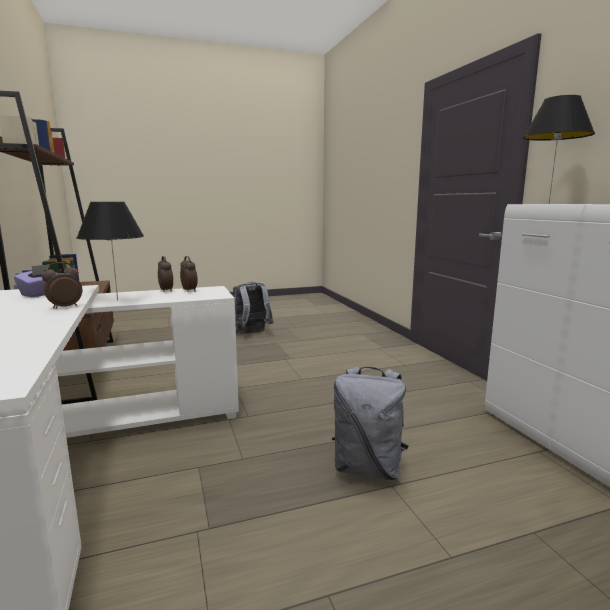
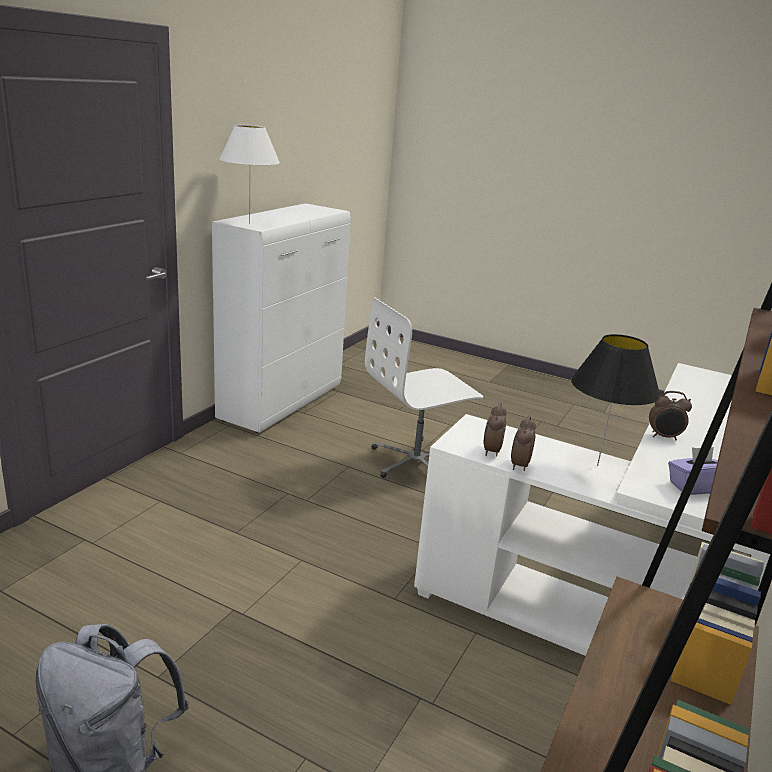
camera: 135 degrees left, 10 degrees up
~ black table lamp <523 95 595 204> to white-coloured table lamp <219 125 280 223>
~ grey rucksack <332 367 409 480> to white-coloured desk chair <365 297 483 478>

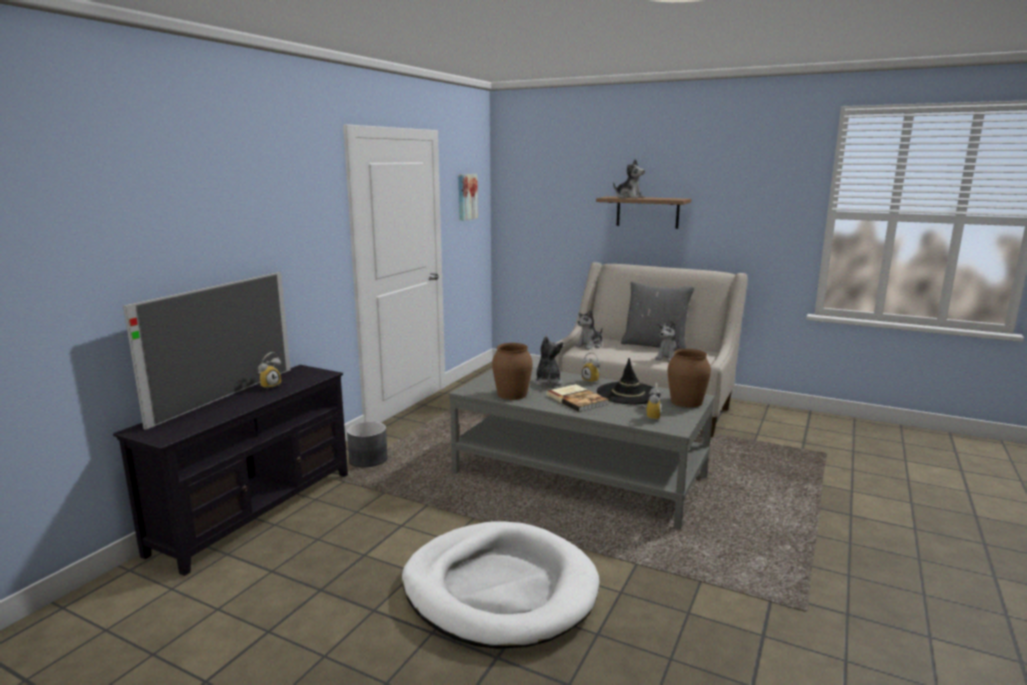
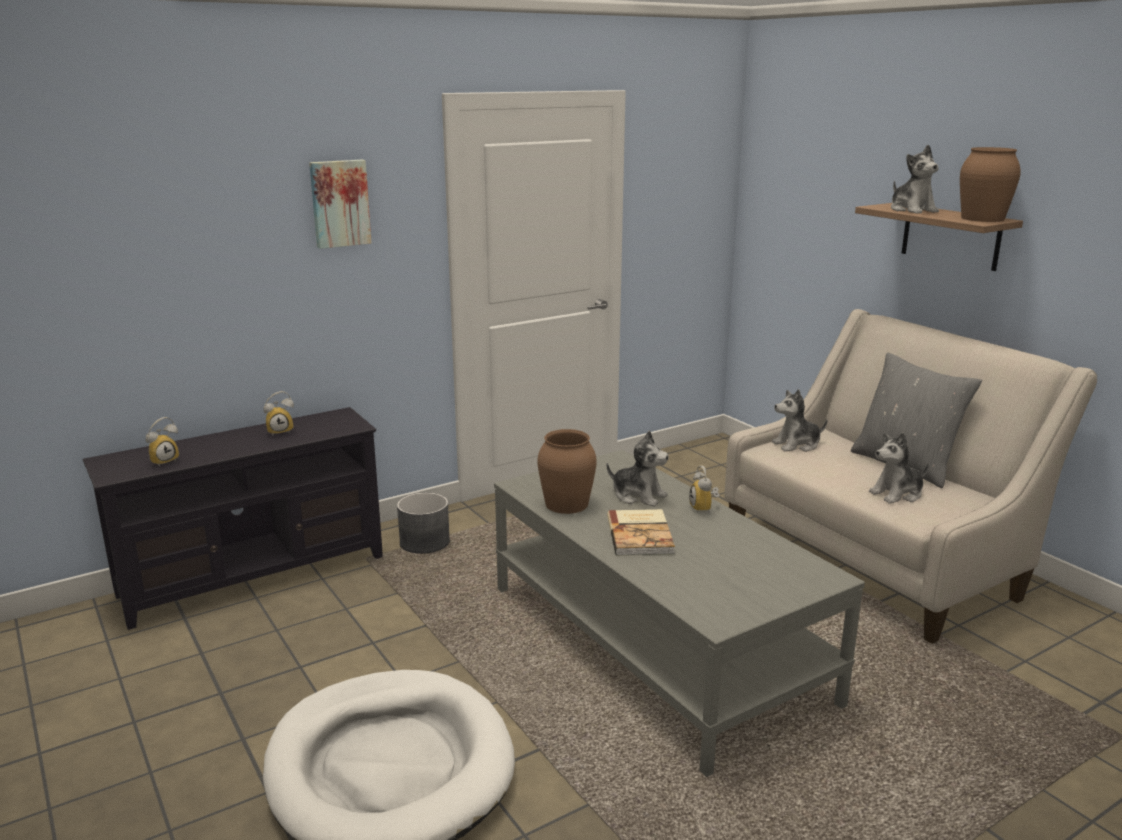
camera: 30 degrees right, 5 degrees up
~ wall art <458 174 478 221> to <309 160 372 249>
- TV <123 272 291 430>
~ plush toy <533 336 564 386> = <607 431 669 507> 90 degrees clockwise
~ brown flower vase <668 349 711 408> to <960 147 1021 222>
- black wearable hat <597 358 661 404>
~ bedside clock <639 383 662 421> to <146 417 179 467>

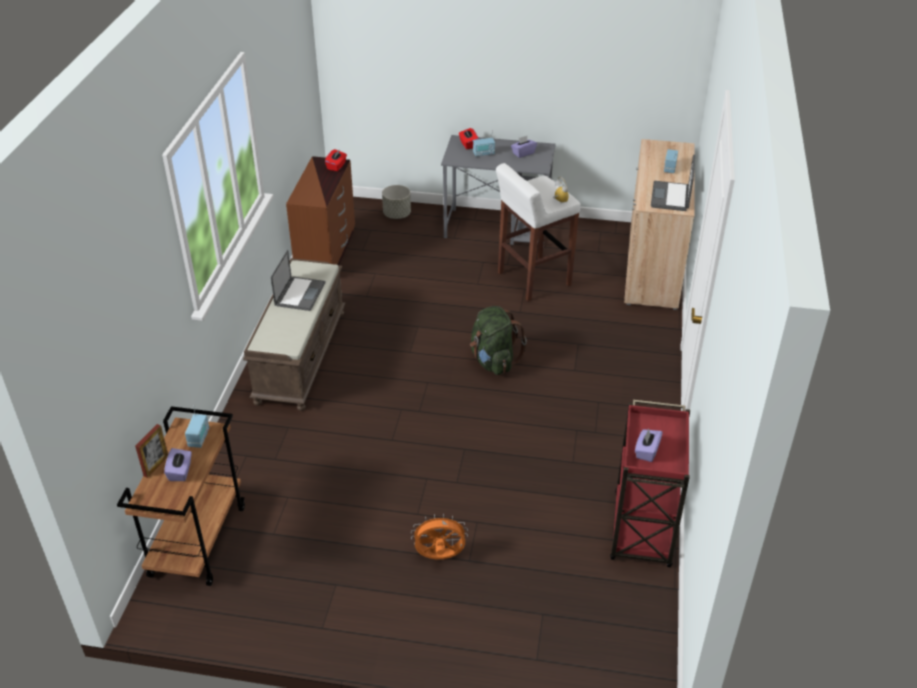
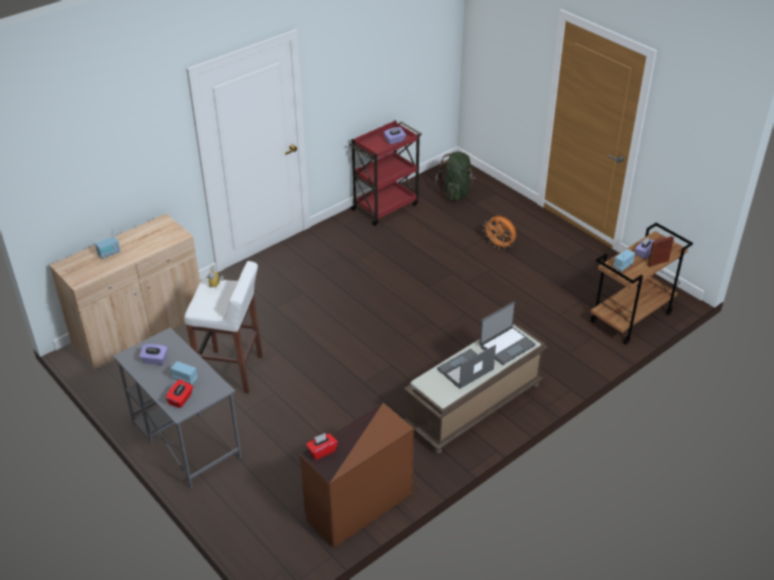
camera: 140 degrees left, 0 degrees up
~ portable computer <651 154 695 211> to <479 302 536 365>
- grey flower pot <382 185 411 219>
~ greenish rucksack <470 306 527 375> to <435 152 476 201>

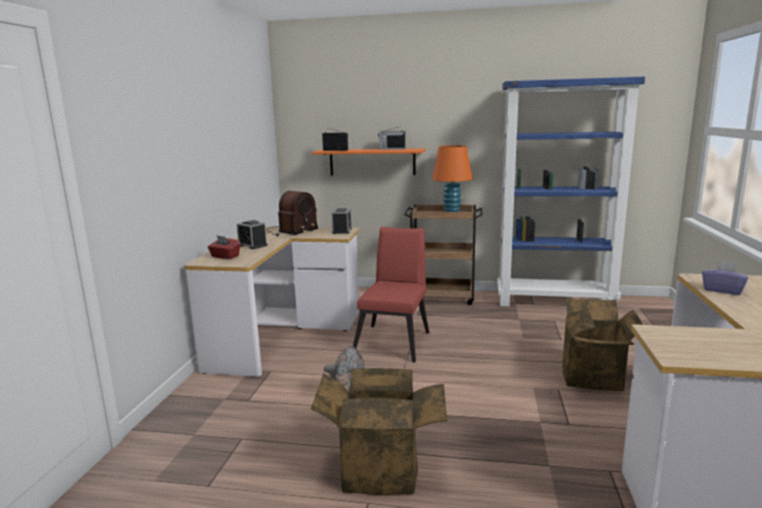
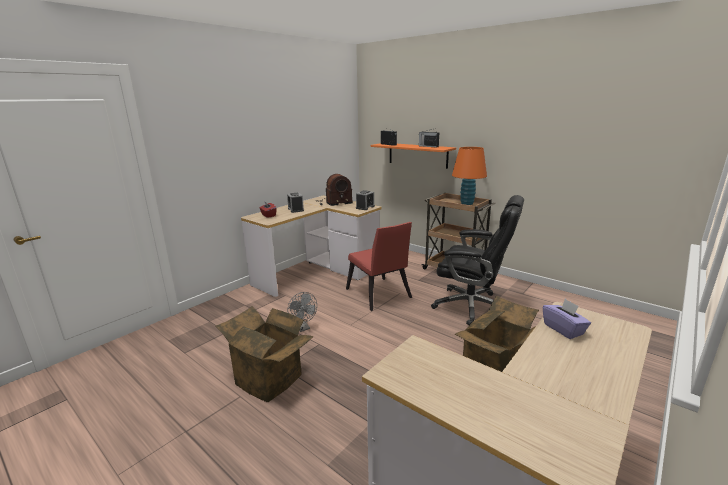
camera: 30 degrees right, 5 degrees up
- blue-coloured shelving unit <497 76 645 306>
~ red-coloured upright chair <352 227 429 363> = <346 222 412 311> 105 degrees clockwise
+ black desk chair <431 195 524 325>

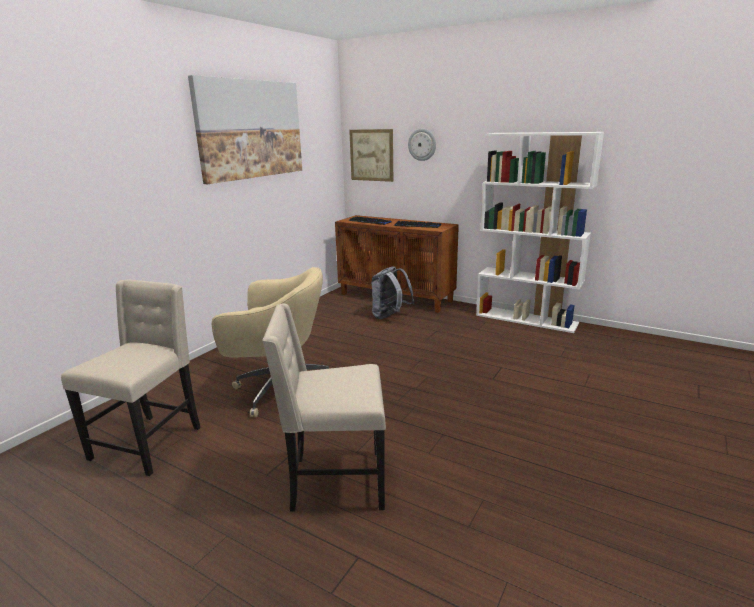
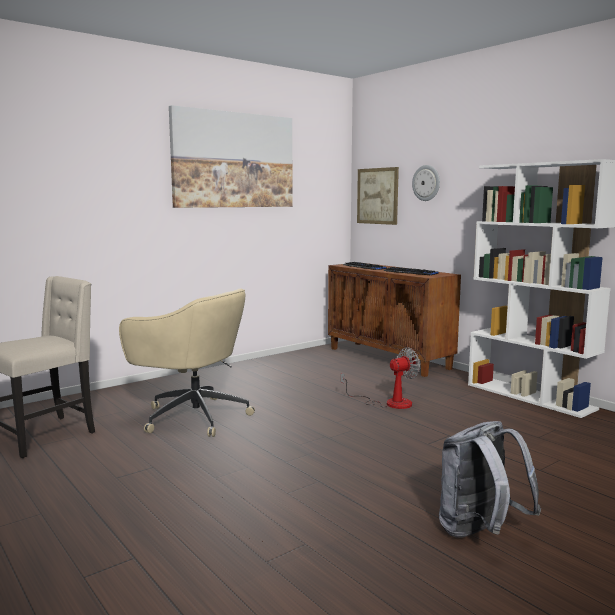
camera: 20 degrees right, 10 degrees down
~ grey rucksack <371 266 415 319> to <439 421 541 538>
- beige upright chair <262 304 386 512>
+ cooling fan <341 347 421 409>

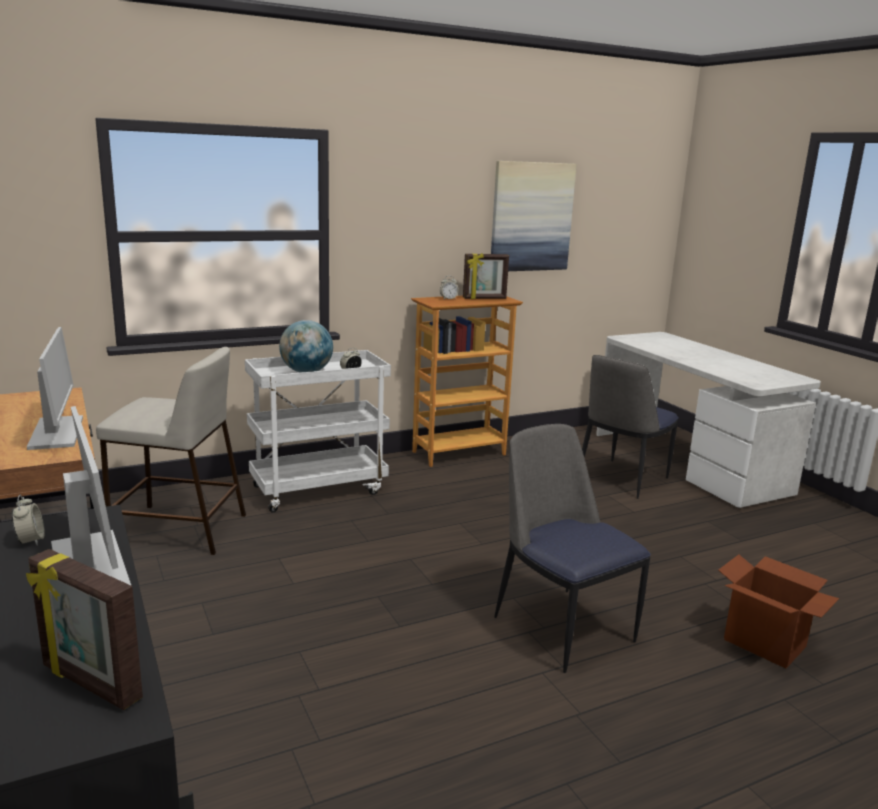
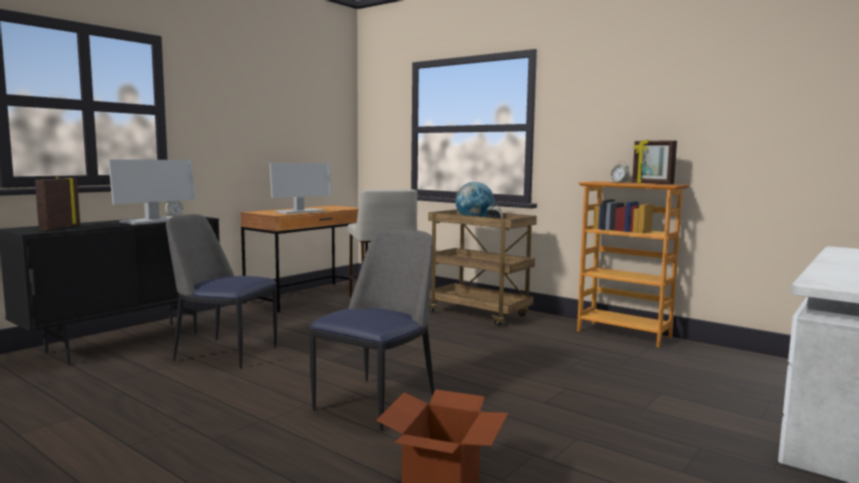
camera: 65 degrees right, 10 degrees down
- wall art <491 161 577 271>
~ white-coloured wheeled cart <245 350 391 512> to brown wheeled cart <429 209 537 326>
~ upright chair <582 355 679 499> to <166 214 277 368>

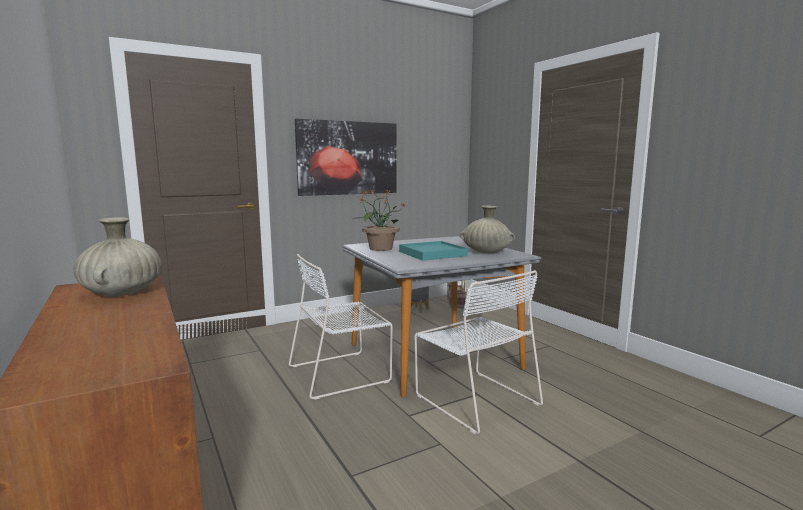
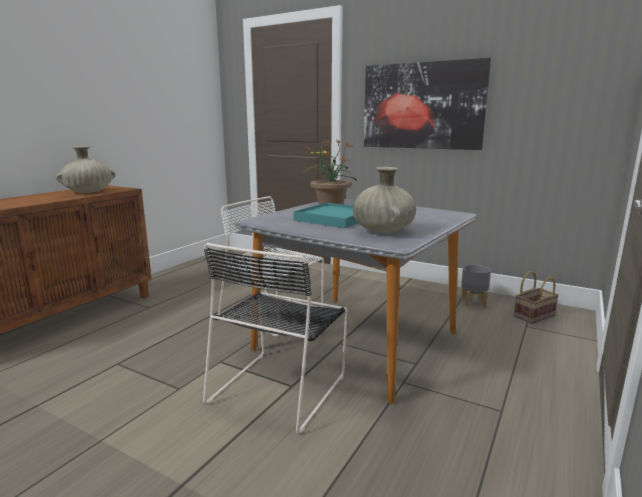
camera: 60 degrees right, 5 degrees up
~ white-coloured upright chair <414 270 543 434> to black upright chair <203 243 348 434>

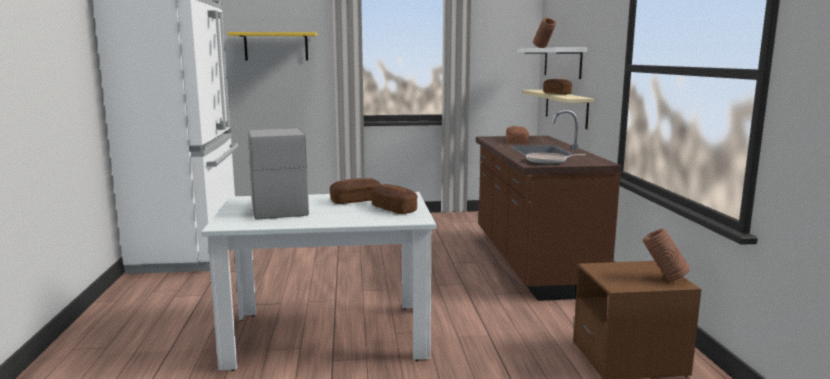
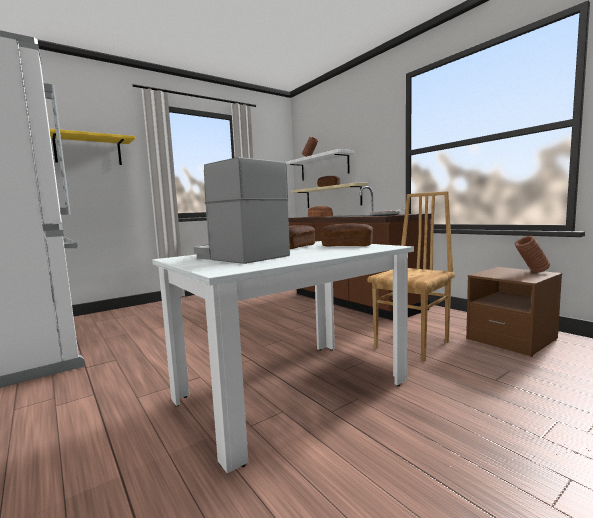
camera: 30 degrees left, 5 degrees down
+ brown upright chair <367 191 455 362>

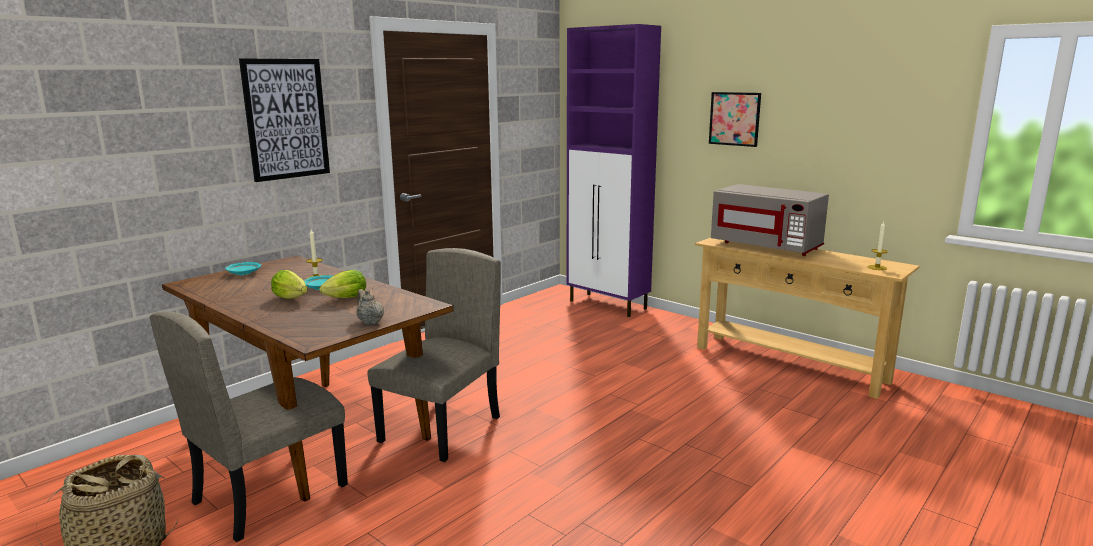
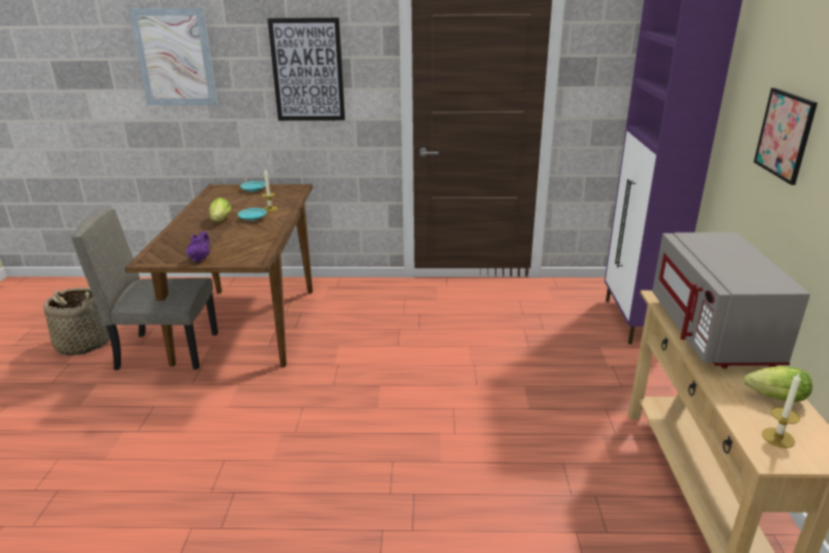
camera: 50 degrees right, 10 degrees up
- beige upright chair <367 248 501 462>
~ lettuce <319 270 366 298> to <744 366 813 402>
~ beige pot for tea <356 289 384 325> to purplish pot for tea <186 231 210 262>
+ wall art <129 8 218 105>

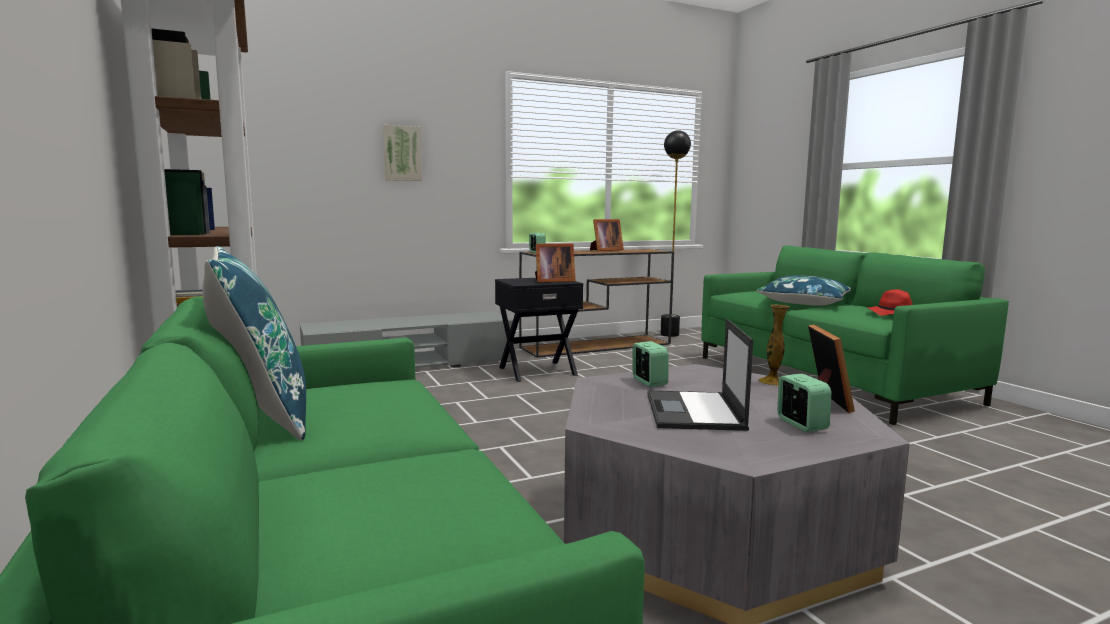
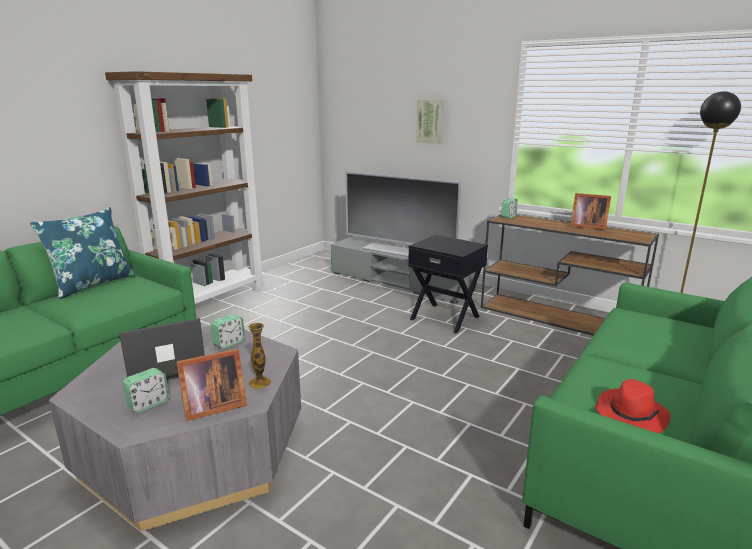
camera: 60 degrees right, 10 degrees up
- picture frame <535 244 576 283>
- blue-coloured throw pillow <756 275 851 306>
+ TV <345 171 461 257>

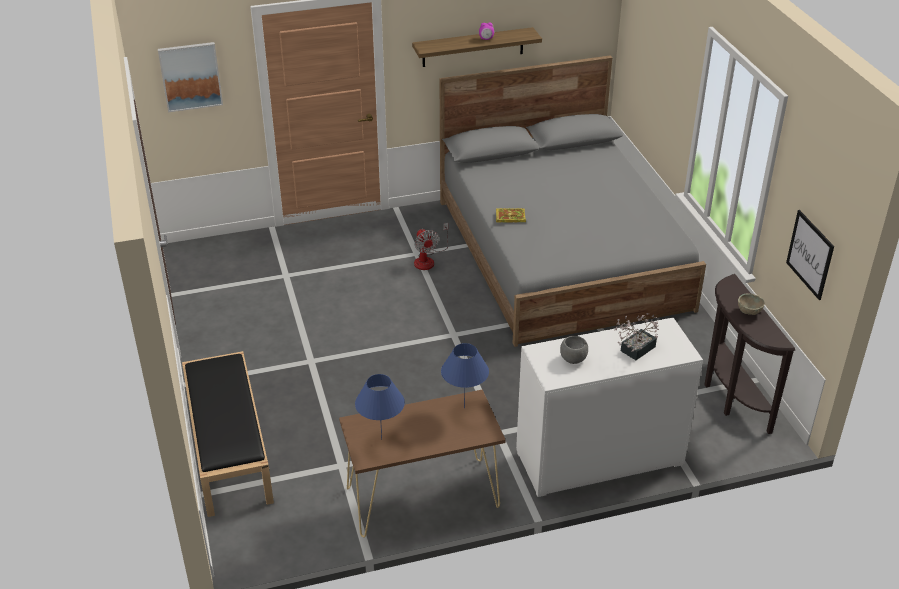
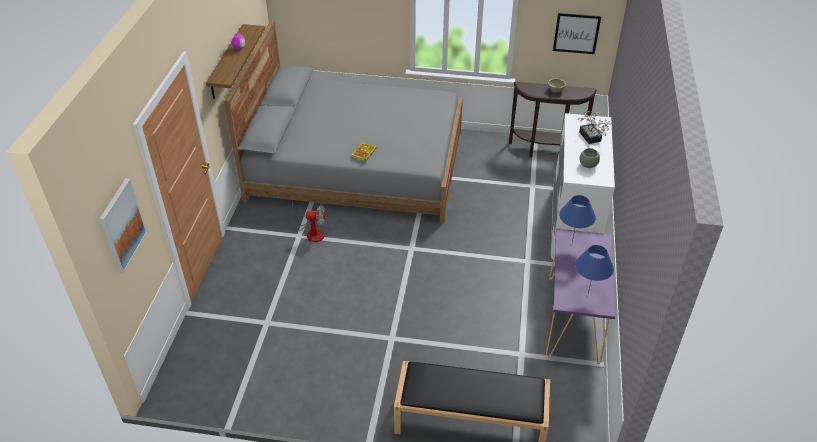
camera: 65 degrees left, 5 degrees up
~ brown hall table <339 389 506 538> to purplish hall table <546 228 615 364>

